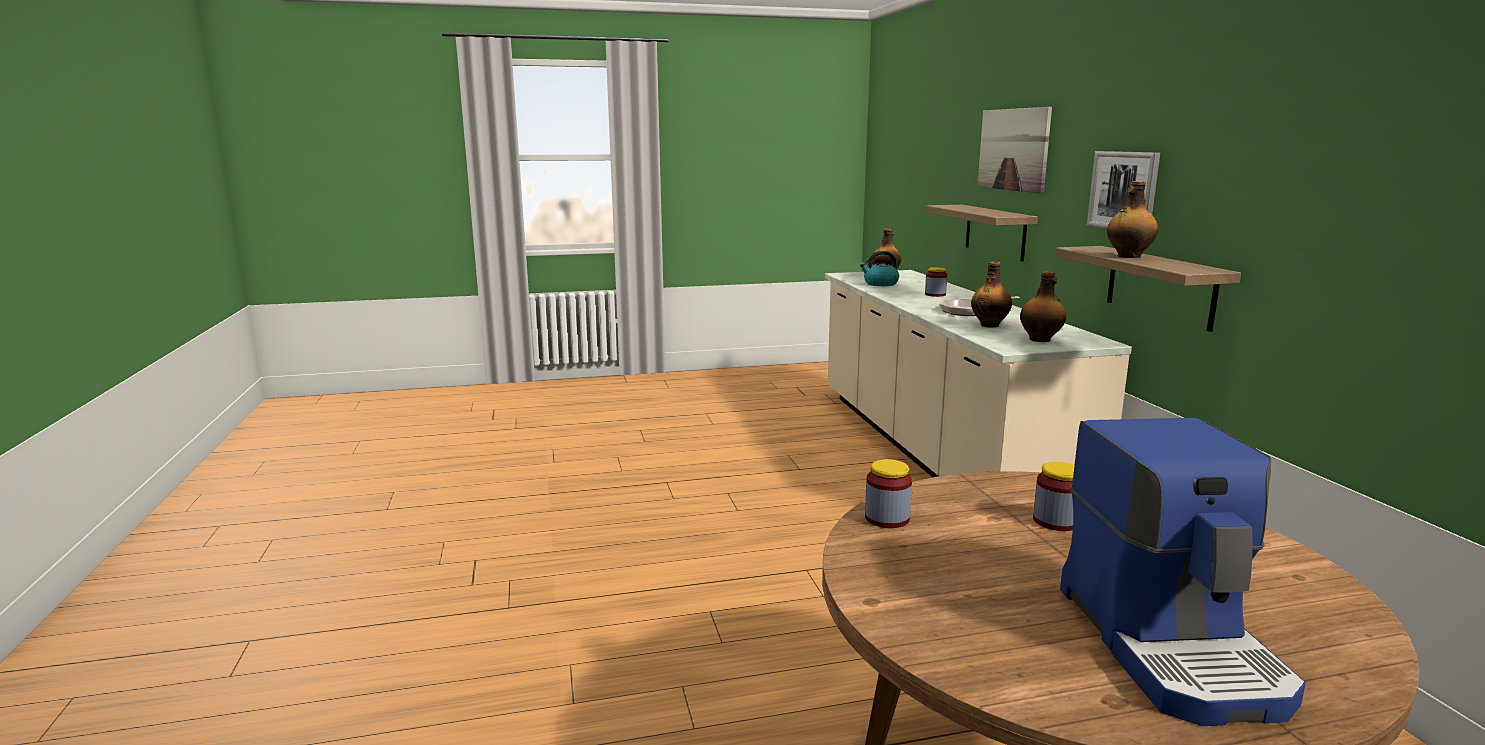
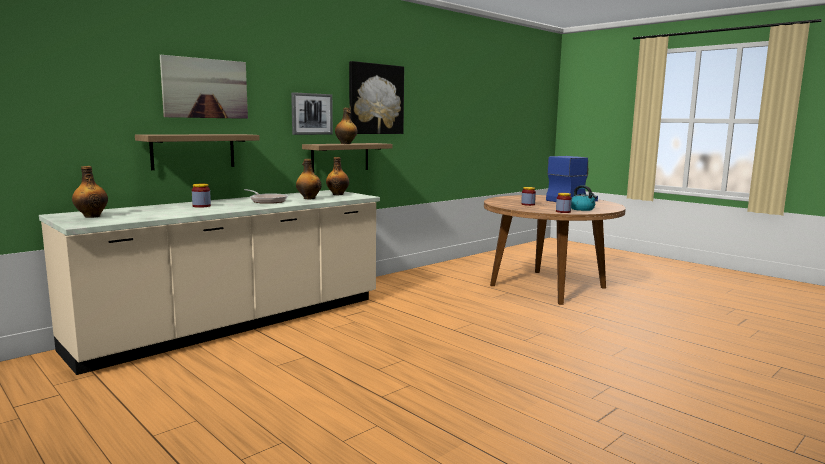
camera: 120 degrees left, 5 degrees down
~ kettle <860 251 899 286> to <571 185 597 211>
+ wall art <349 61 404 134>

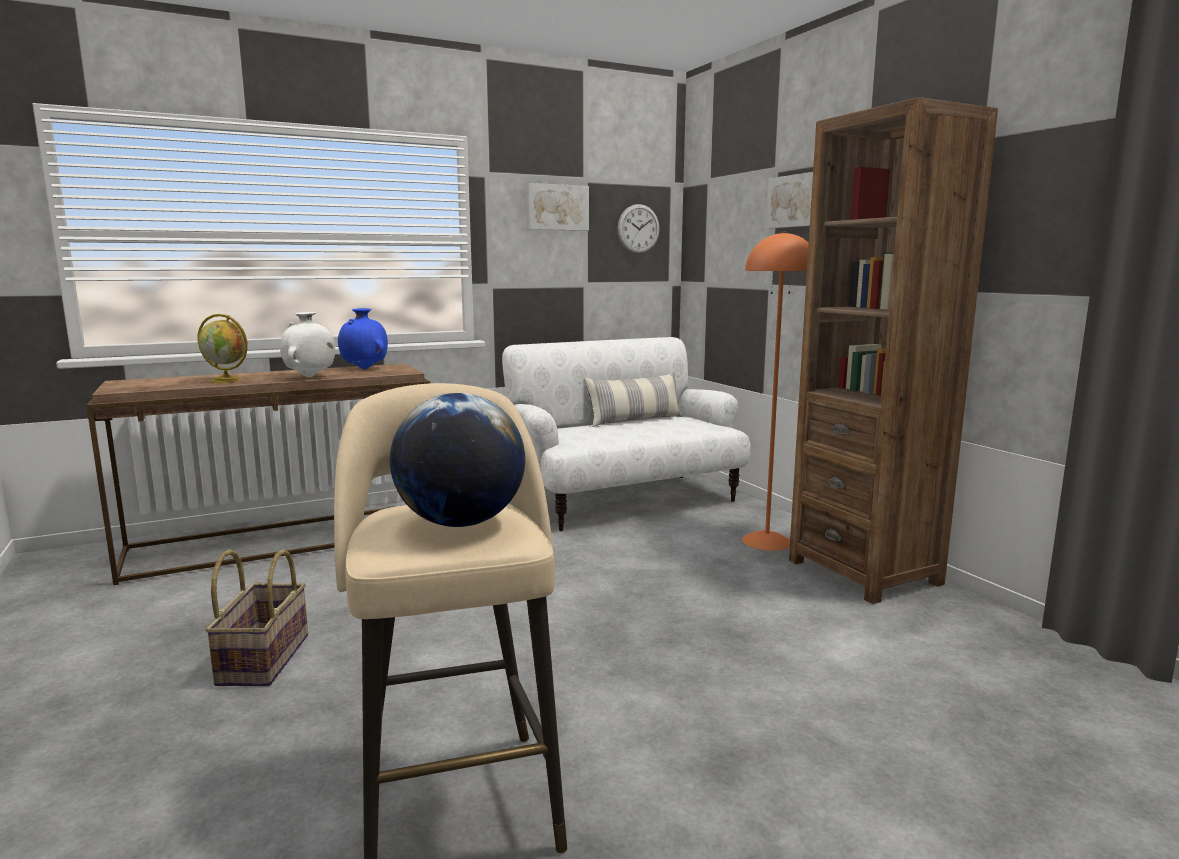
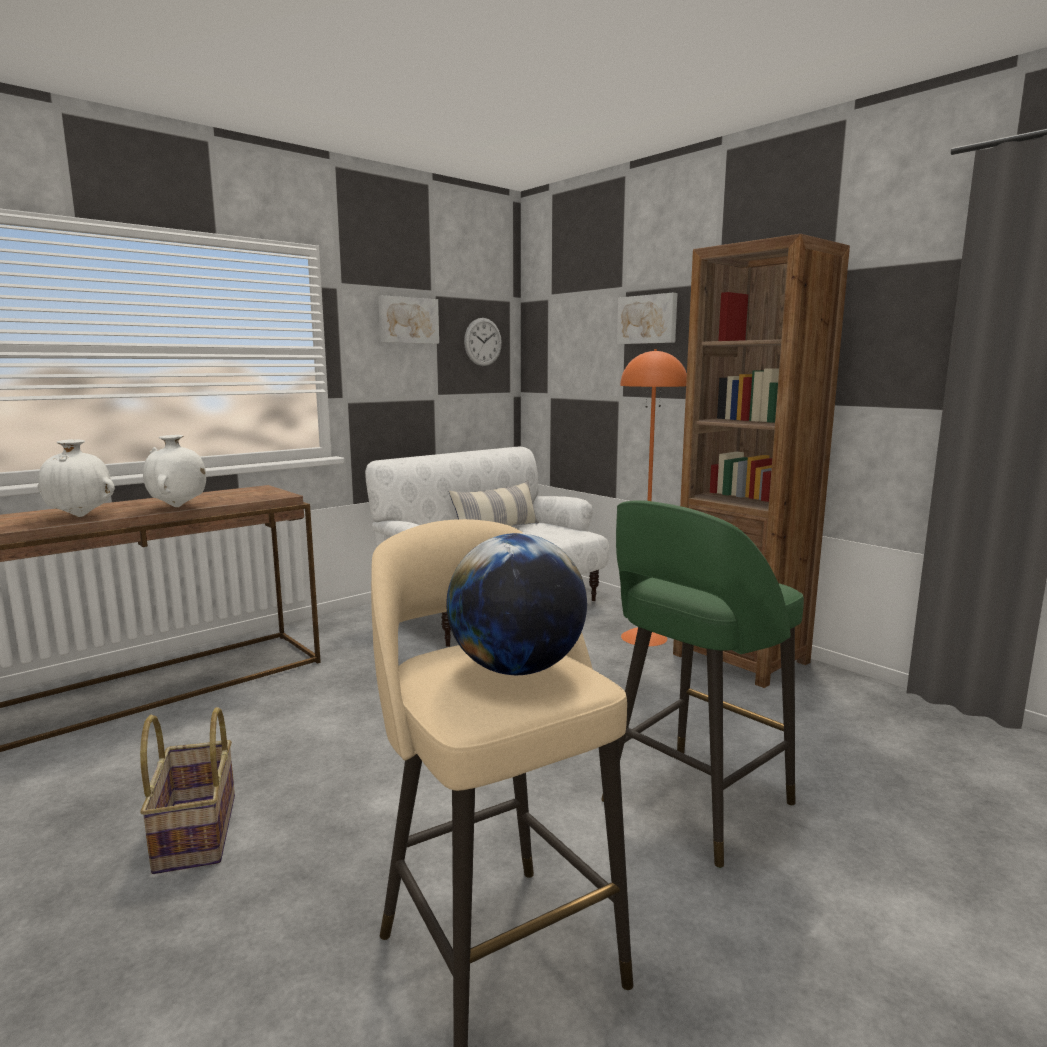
camera: 15 degrees left, 0 degrees up
- blue-coloured flower vase <338 308 388 369>
~ globe <198 314 248 383> to white-coloured flower vase <38 439 115 517>
+ greenish stool <601 500 804 868>

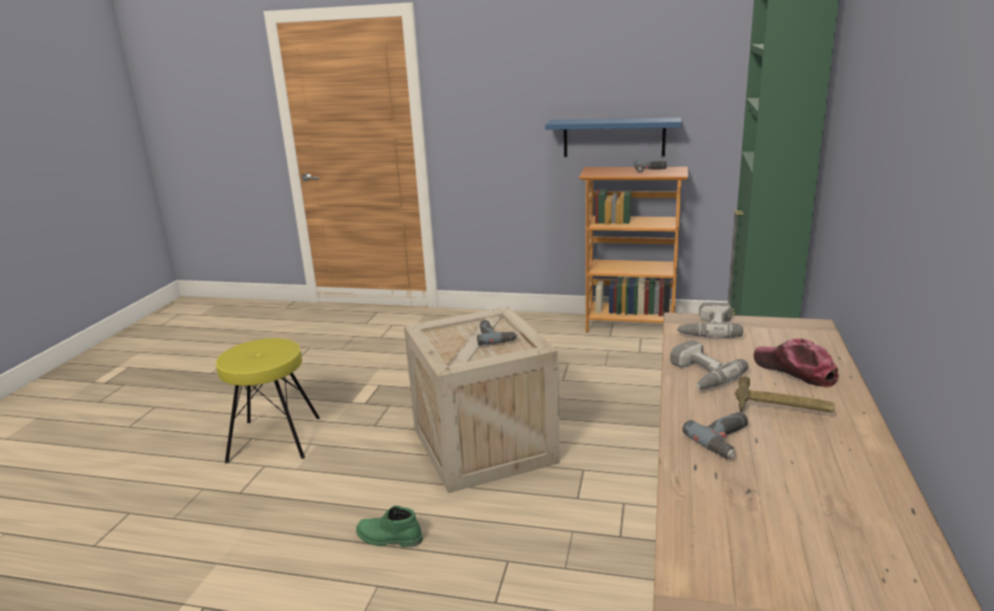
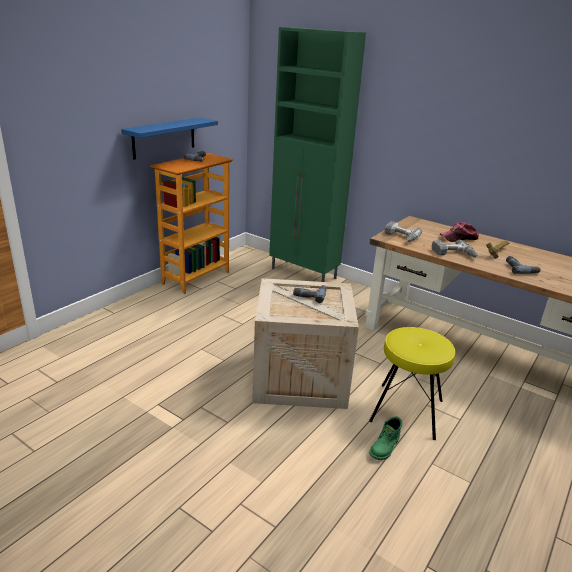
camera: 70 degrees left, 5 degrees up
~ yellow-coloured stool <216 338 320 463> to <369 327 455 440>

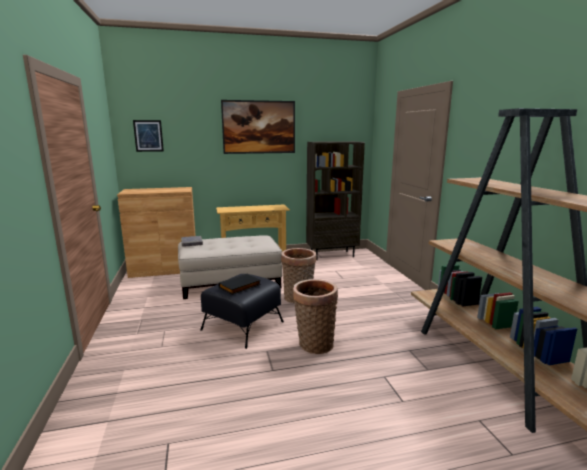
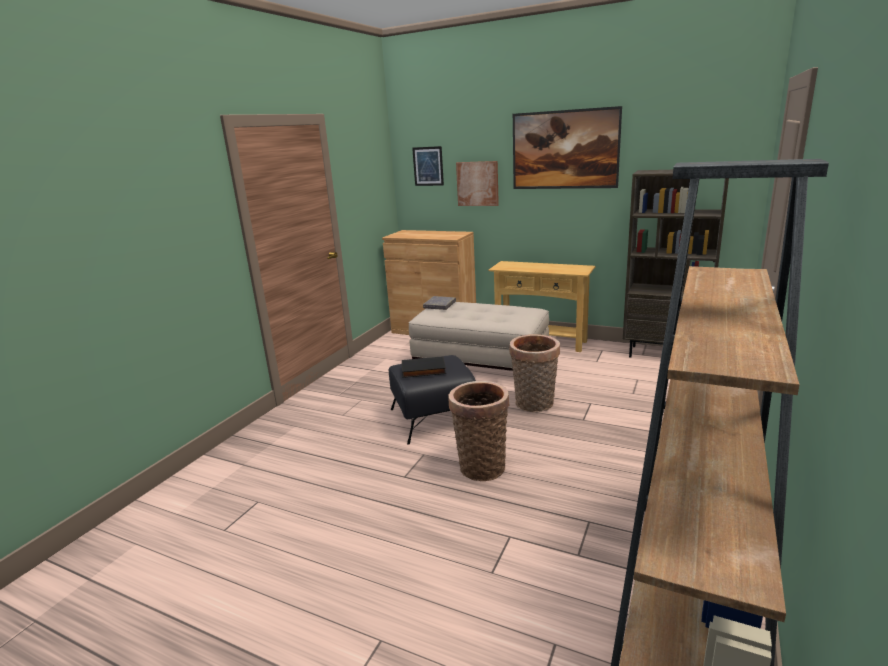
camera: 40 degrees right, 5 degrees up
+ wall art <456 161 499 206>

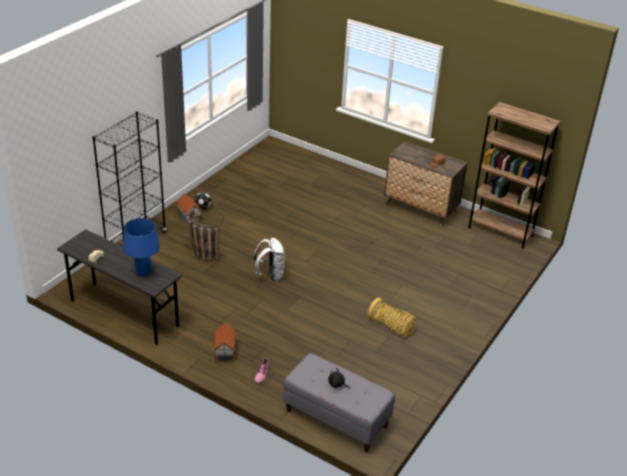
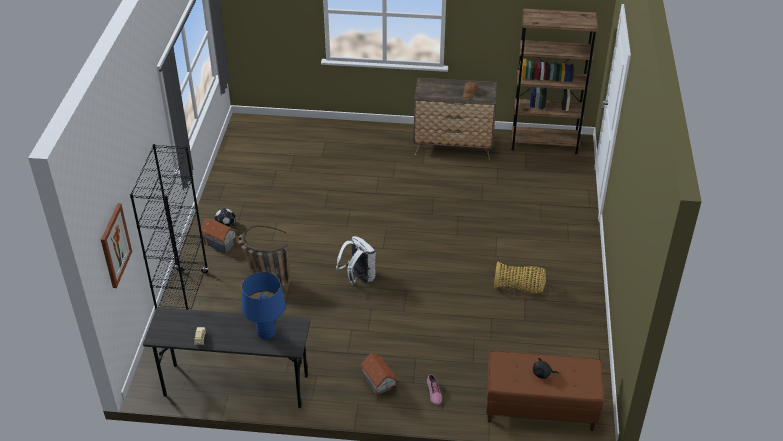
camera: 25 degrees left, 5 degrees up
~ grey long seat <283 353 395 453> to brown long seat <486 351 604 431>
+ wall art <101 203 132 288>

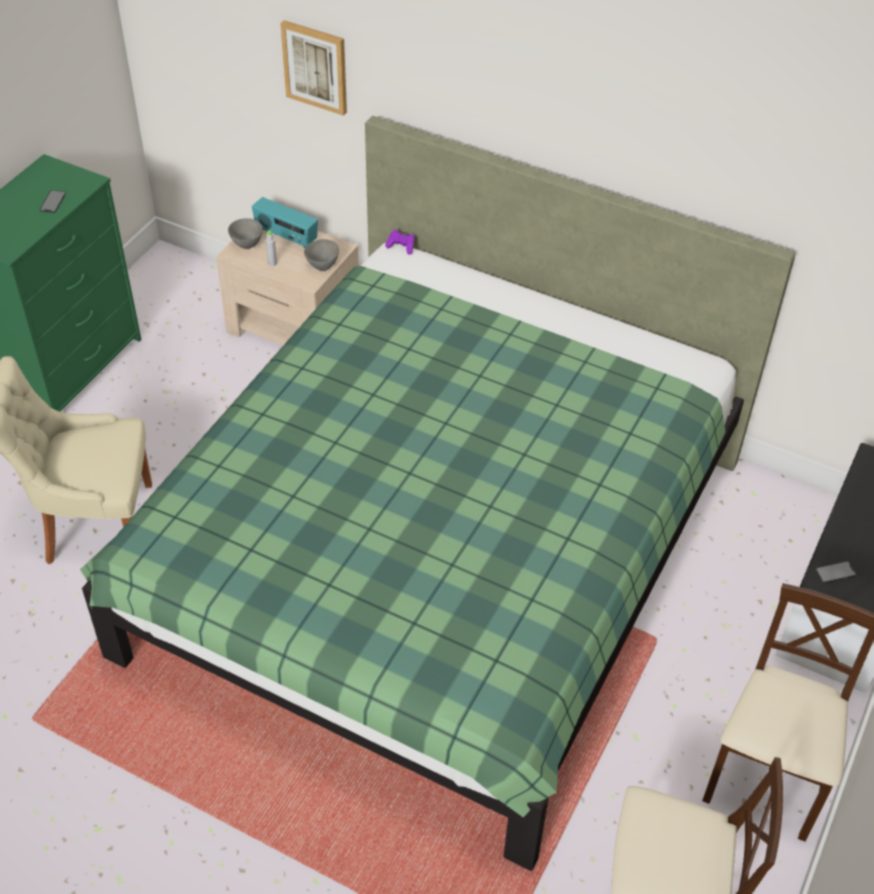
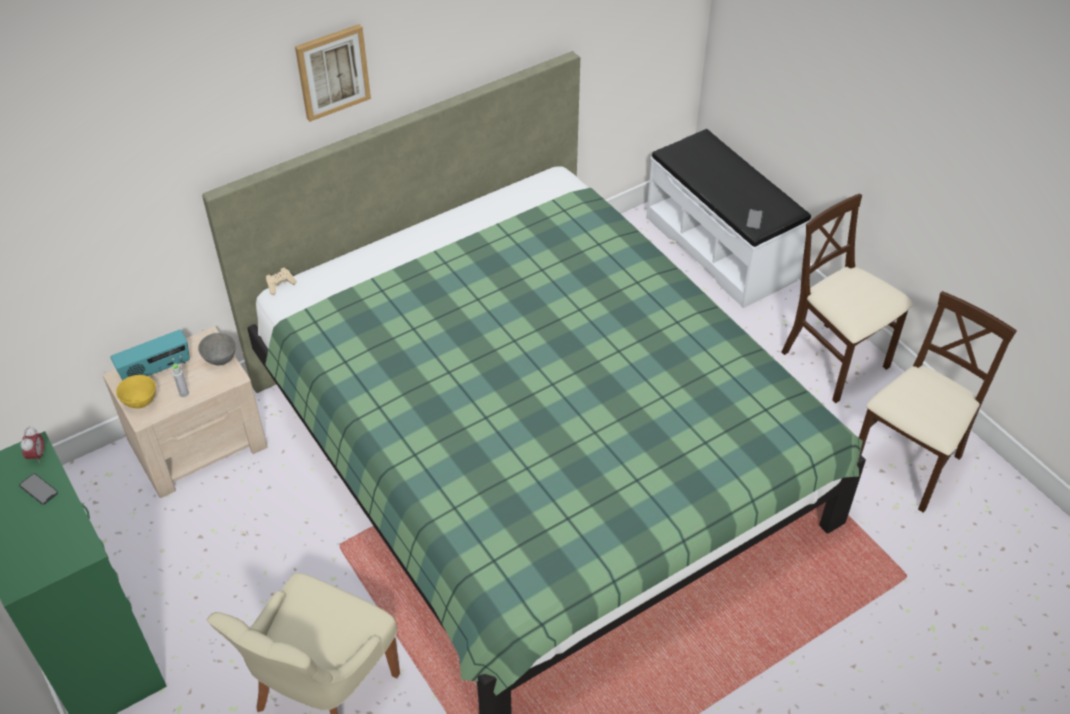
camera: 60 degrees left, 0 degrees up
~ wall art <280 20 347 116> to <295 24 371 122>
~ grey deep dish <228 218 263 249> to yellow-coloured deep dish <116 375 156 408>
~ purplish joypad <385 230 415 255> to beige joypad <266 268 296 295>
+ bedside clock <20 426 44 464>

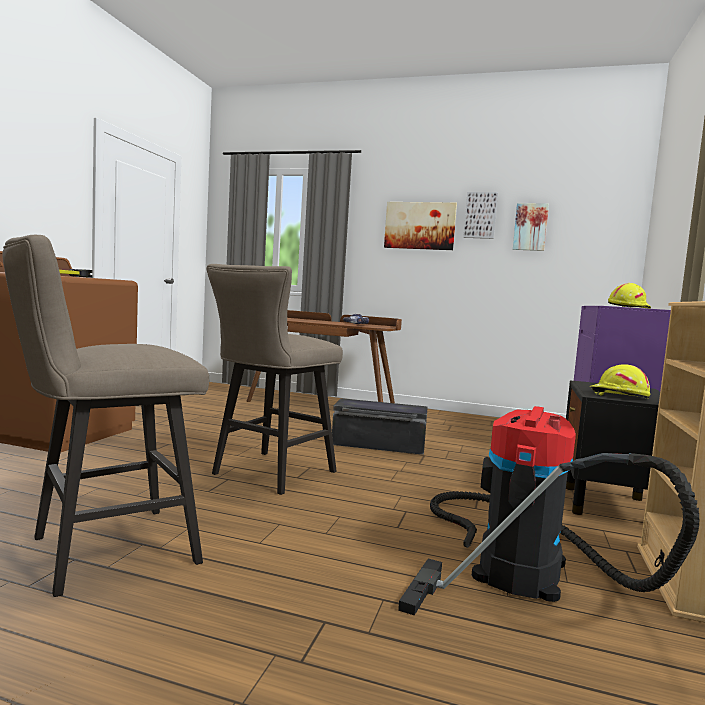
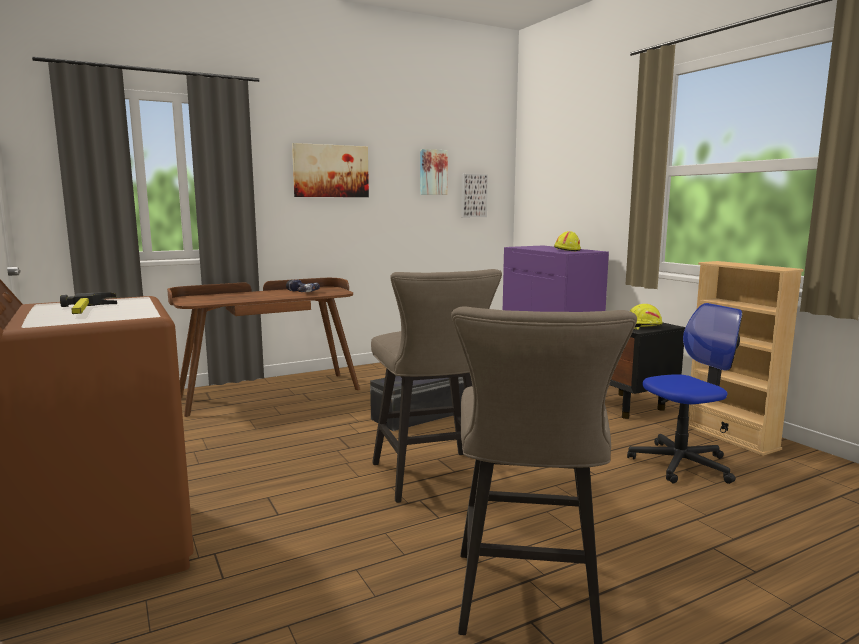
camera: 45 degrees left, 5 degrees up
~ wall art <463 192 498 239> to <461 174 488 217>
~ vacuum cleaner <398 406 700 615> to desk chair <627 303 742 484>

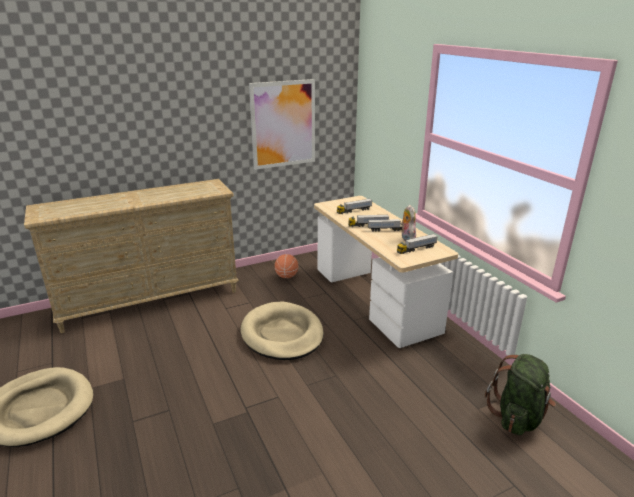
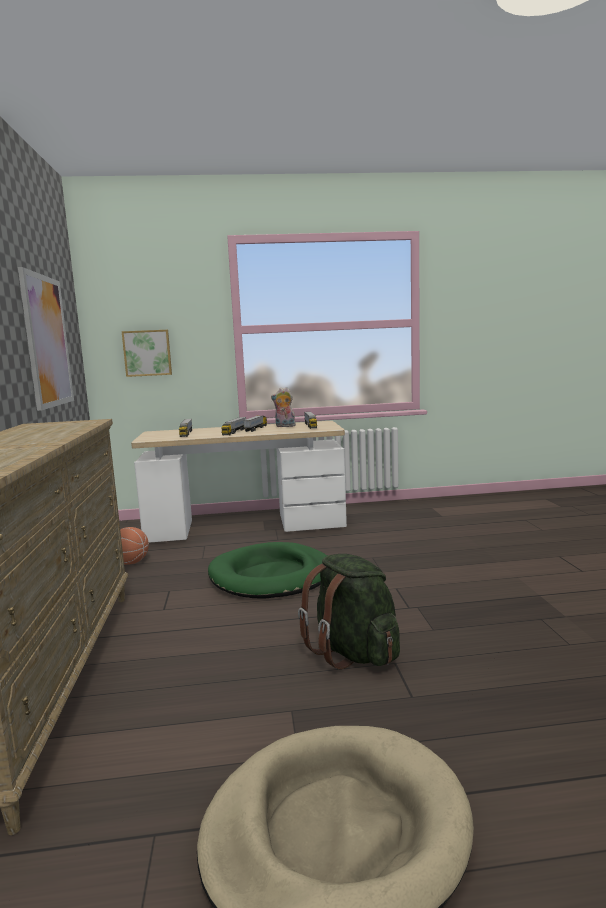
camera: 70 degrees left, 15 degrees down
~ beige pet bed <241 301 324 360> to greenish pet bed <208 542 327 598>
~ greenish rucksack <485 354 556 435> to <298 554 400 669>
+ wall art <122 330 172 377>

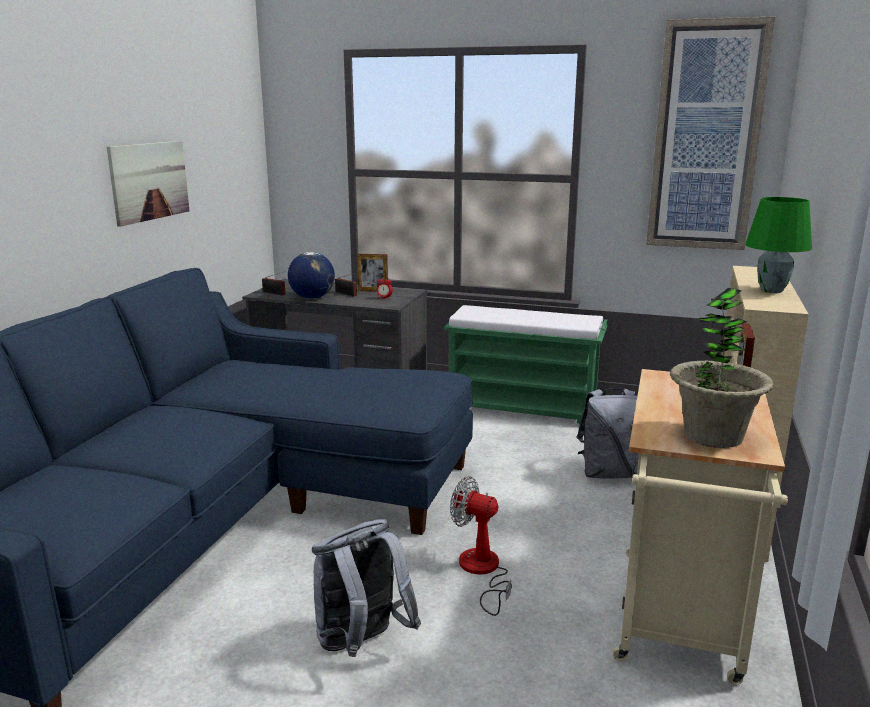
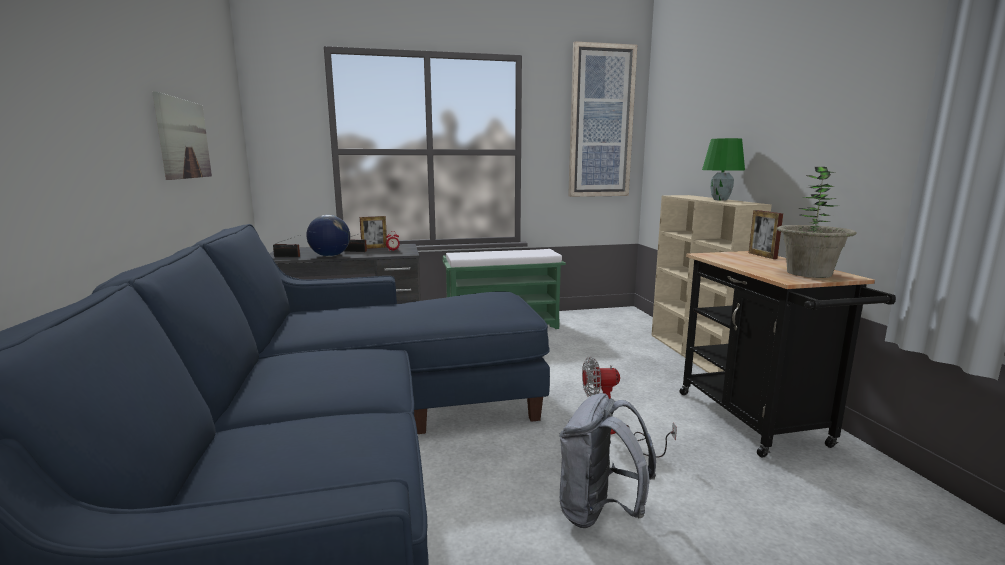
camera: 30 degrees left, 5 degrees down
~ beige wheeled cart <613 369 788 685> to black wheeled cart <680 251 896 458>
- grey rucksack <577 388 639 479>

